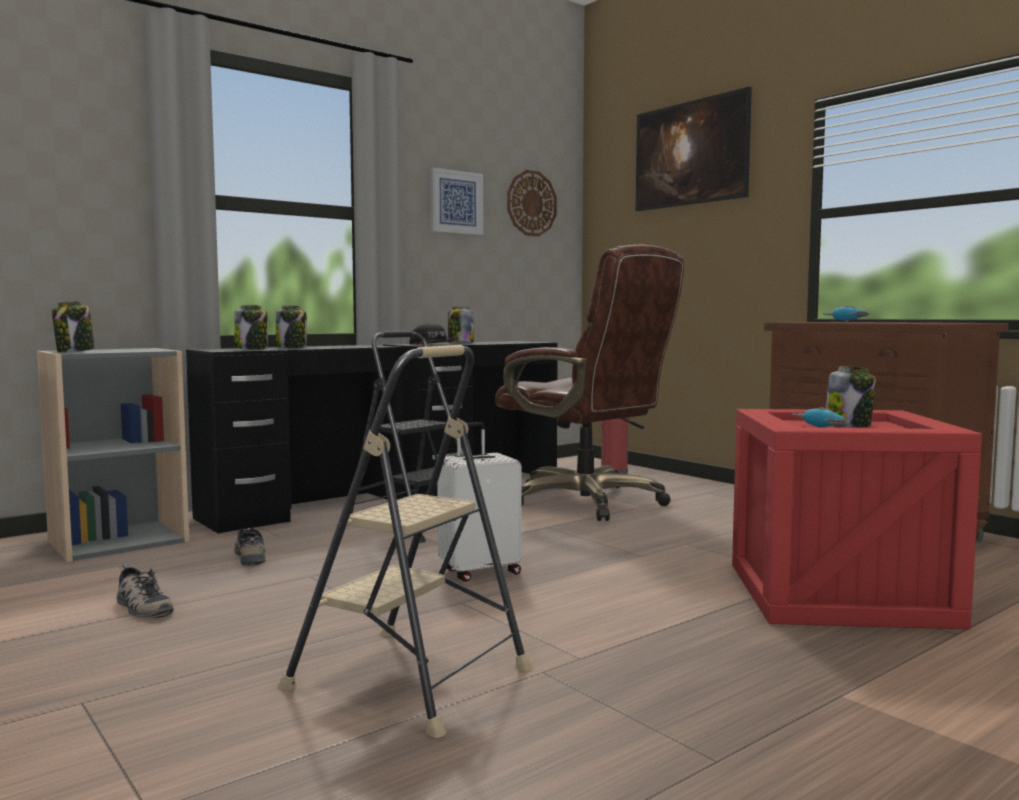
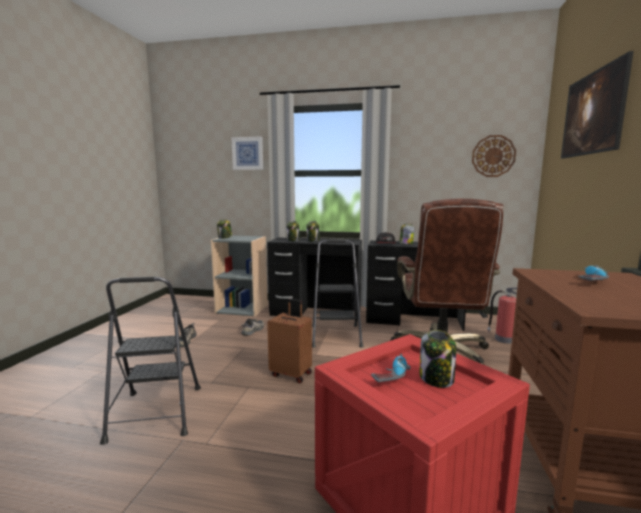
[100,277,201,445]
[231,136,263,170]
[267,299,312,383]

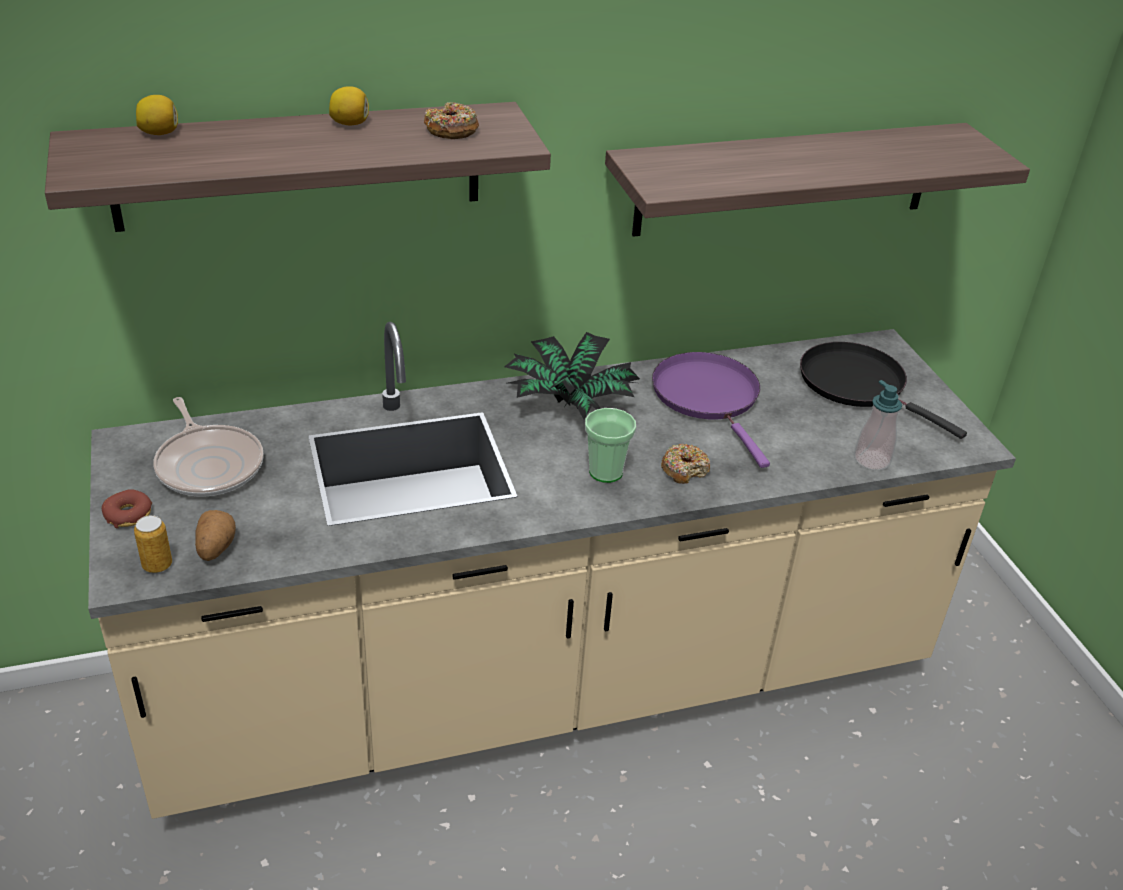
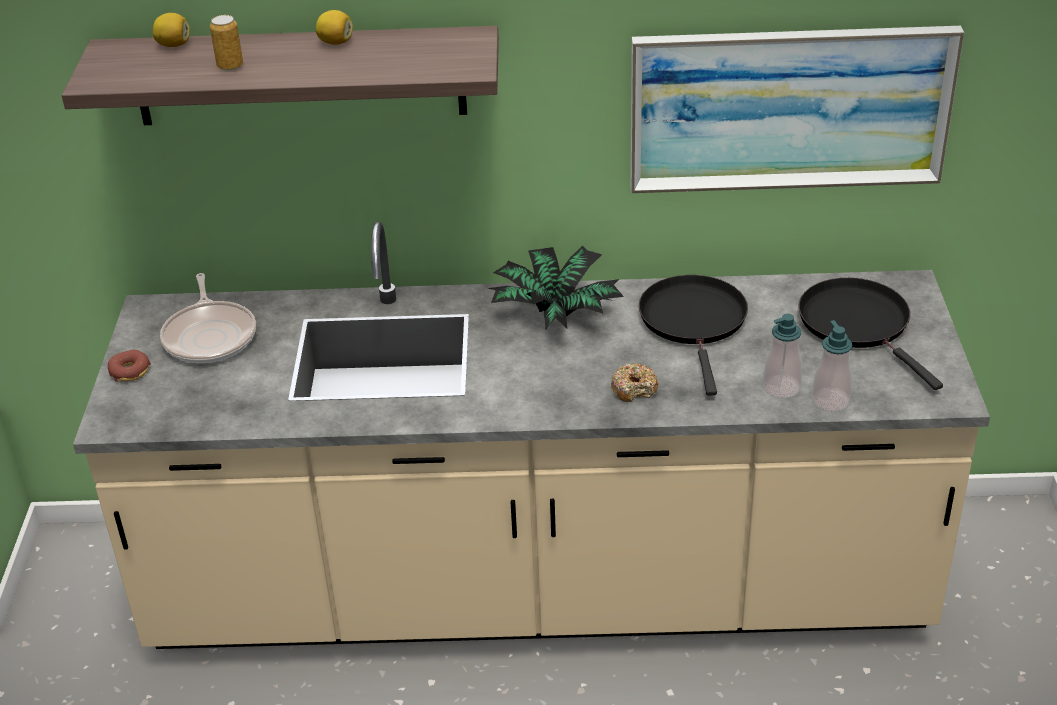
[210,15,243,71]
[630,26,964,193]
[639,275,748,395]
[763,314,802,399]
[195,510,236,561] (first image)
[424,102,479,139] (first image)
[585,408,636,483] (first image)

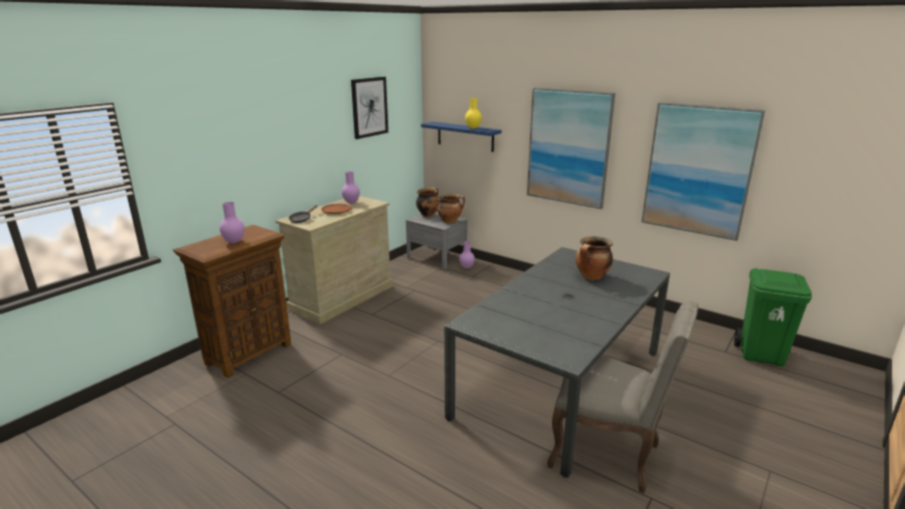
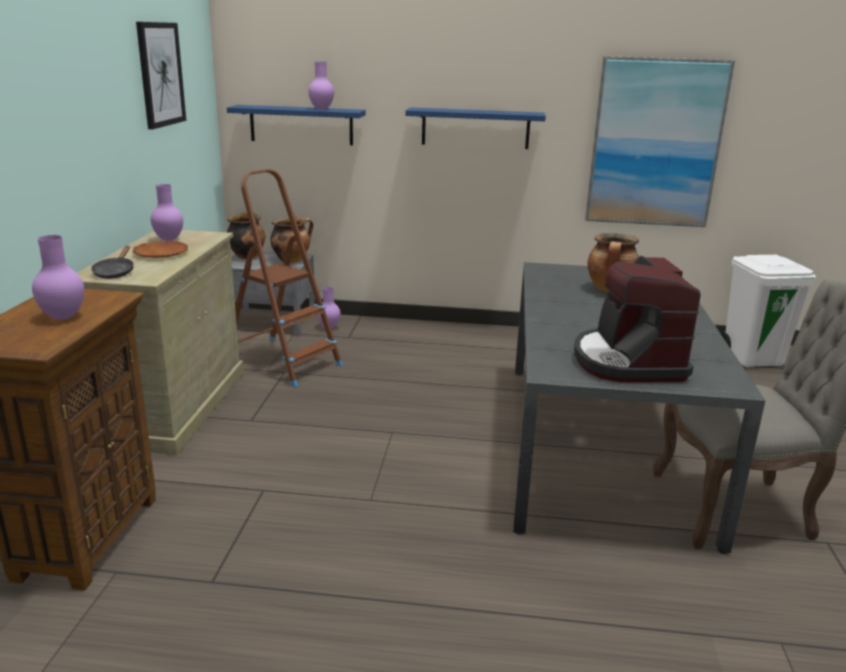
[235,169,343,387]
[308,61,334,110]
[405,107,546,149]
[574,256,701,382]
[720,255,816,367]

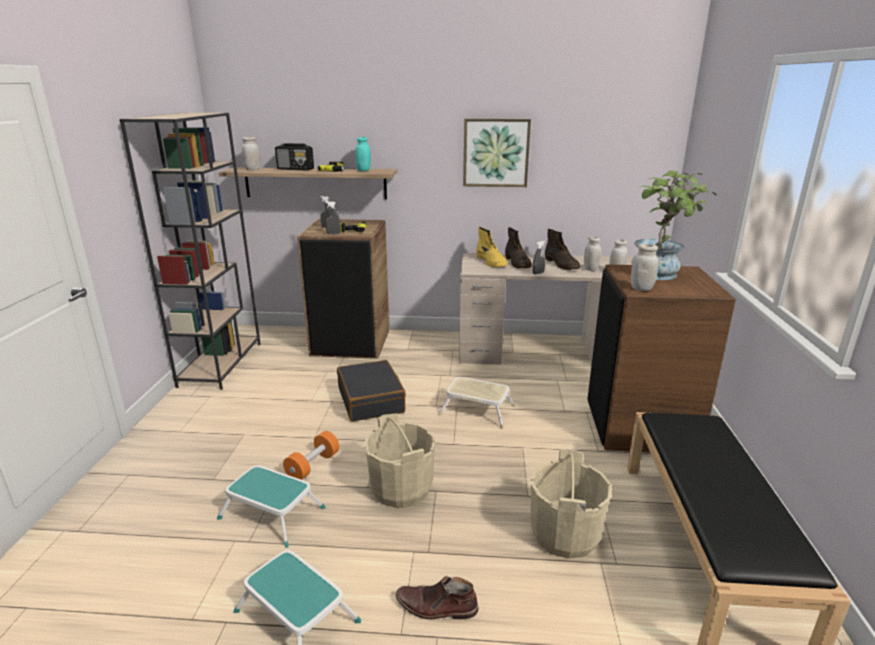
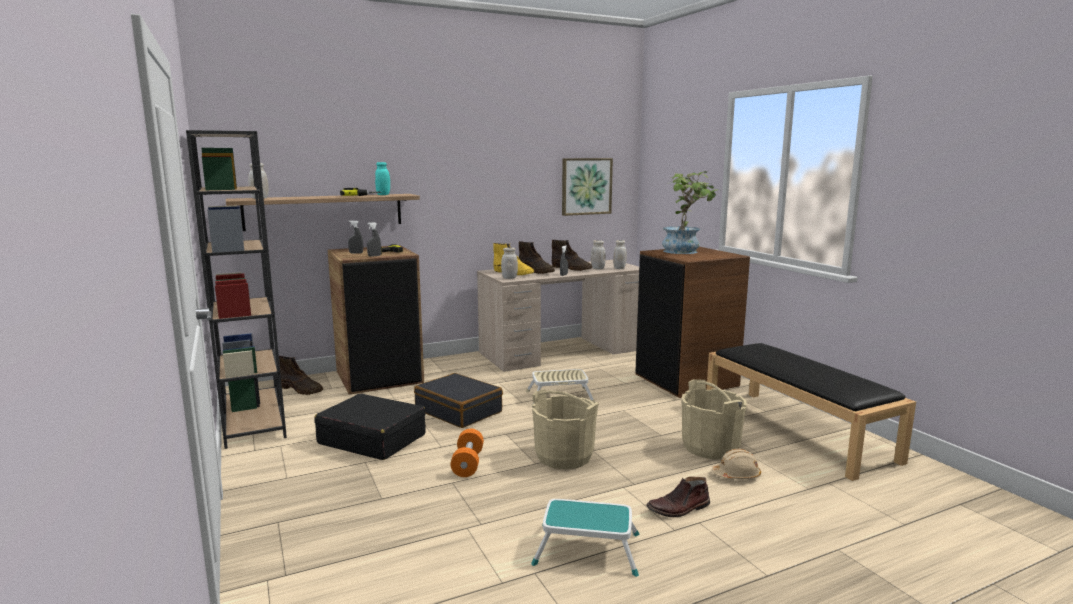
[279,356,323,395]
[314,394,426,460]
[501,247,518,279]
[562,158,613,216]
[712,449,761,479]
[217,465,326,548] (first image)
[275,143,314,171] (first image)

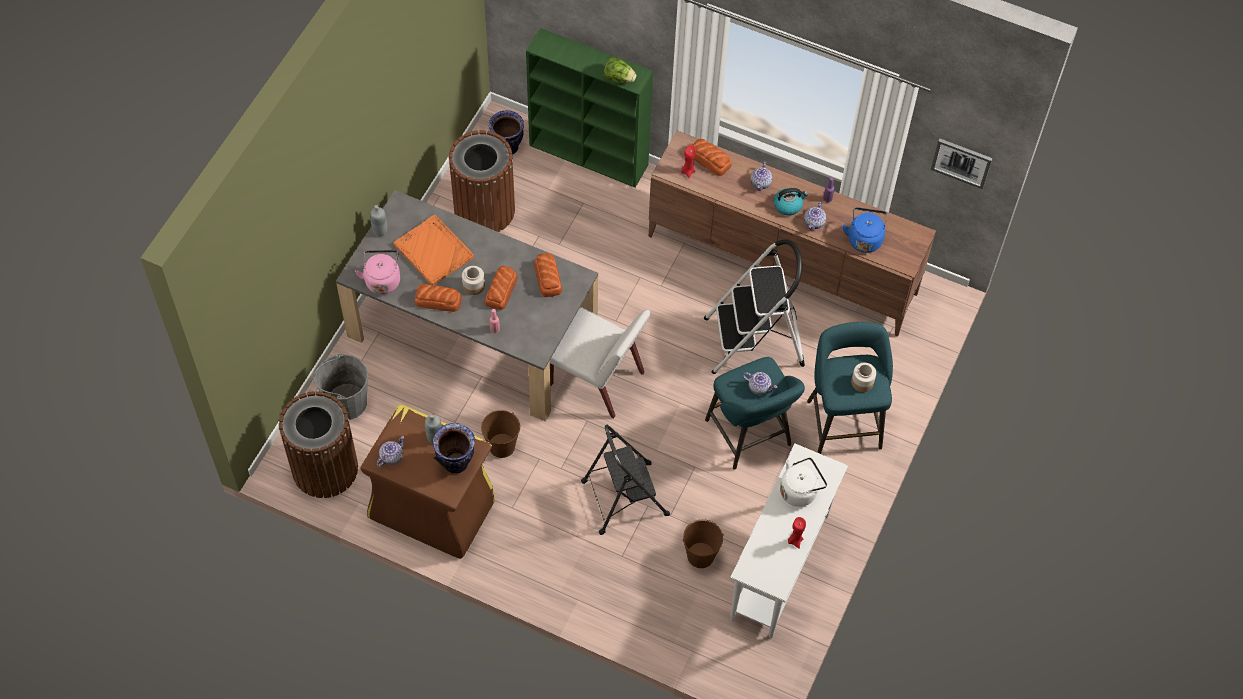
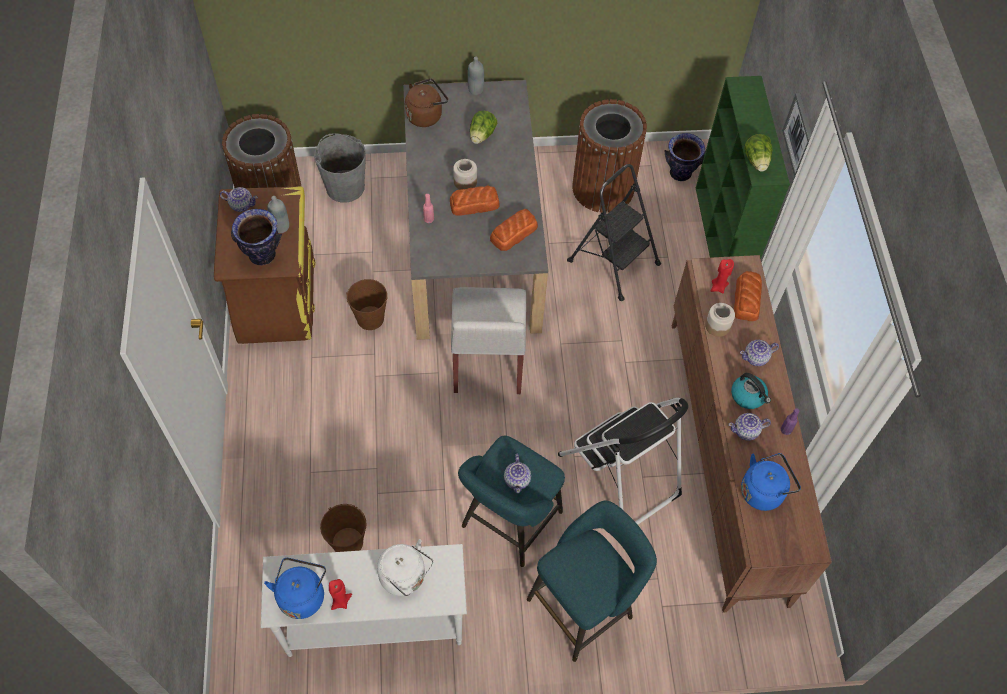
[264,558,326,619]
[405,78,448,127]
[470,111,497,144]
[567,164,661,301]
[705,303,735,337]
[782,93,812,176]
[415,284,462,312] (first image)

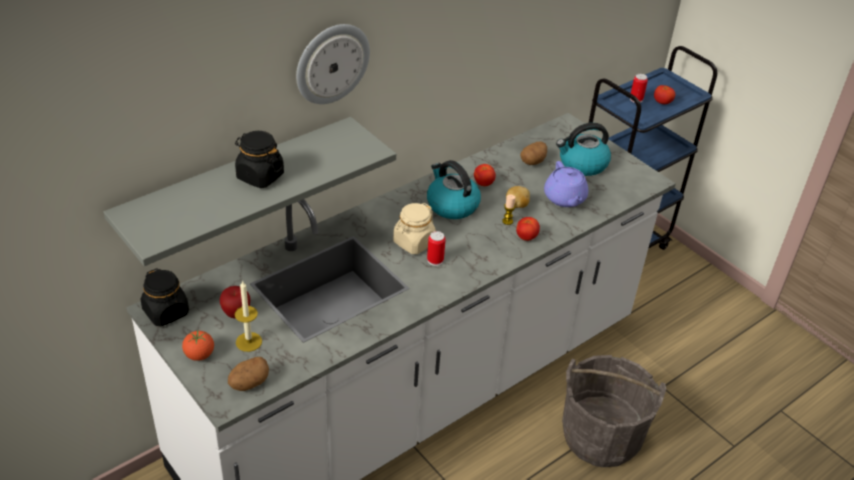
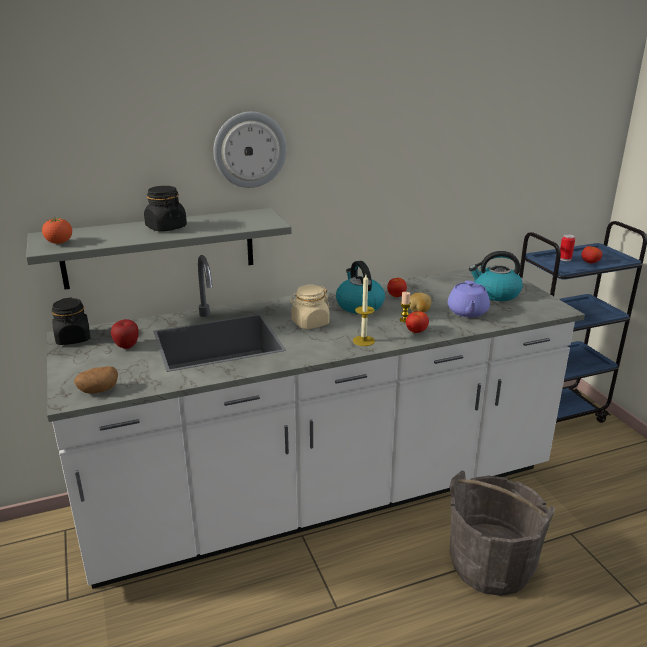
[42,217,72,244]
[353,274,375,346]
[427,231,446,266] (first image)
[520,141,547,165] (first image)

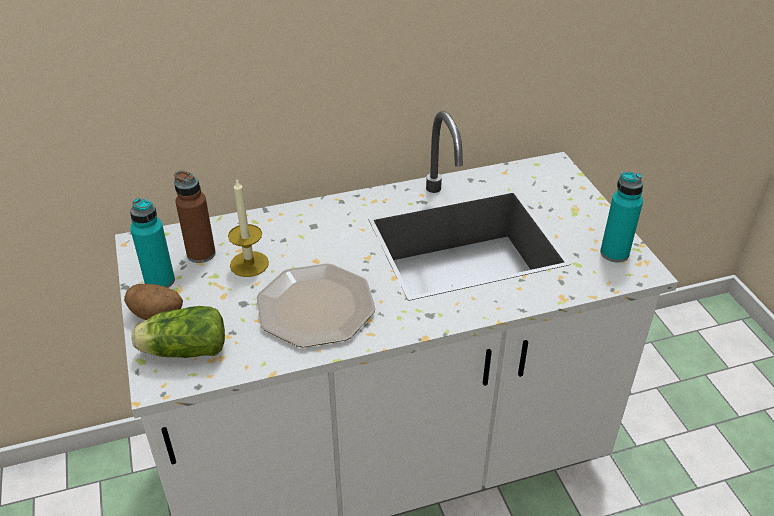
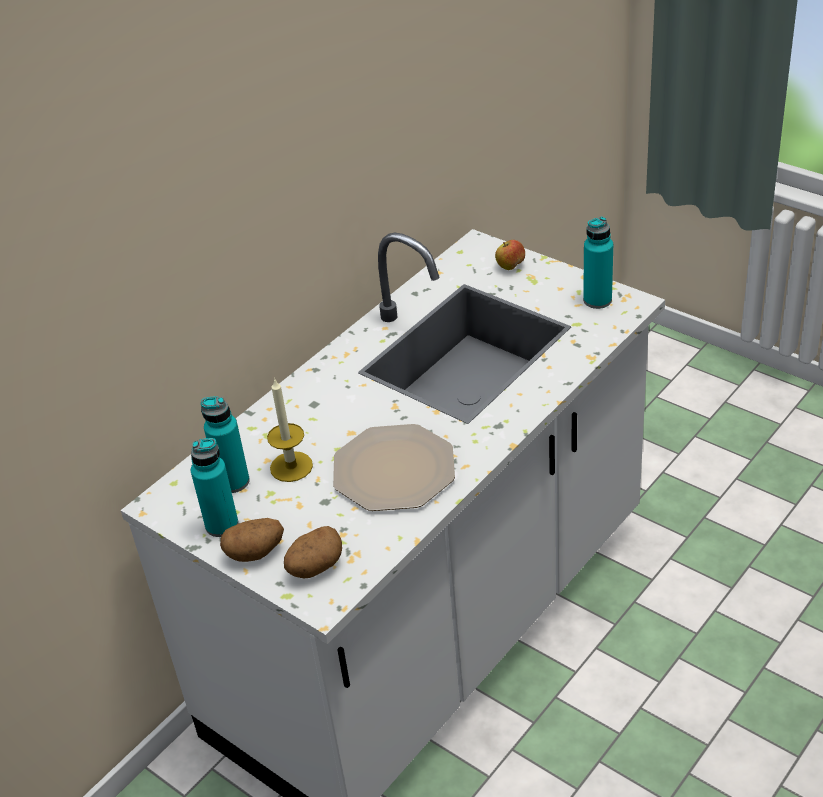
[201,396,250,493]
[284,526,342,579]
[495,240,525,270]

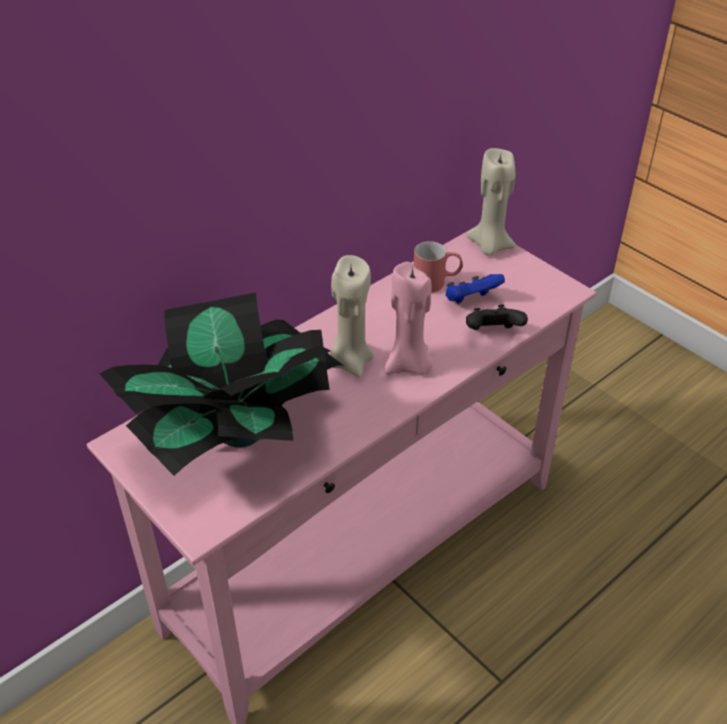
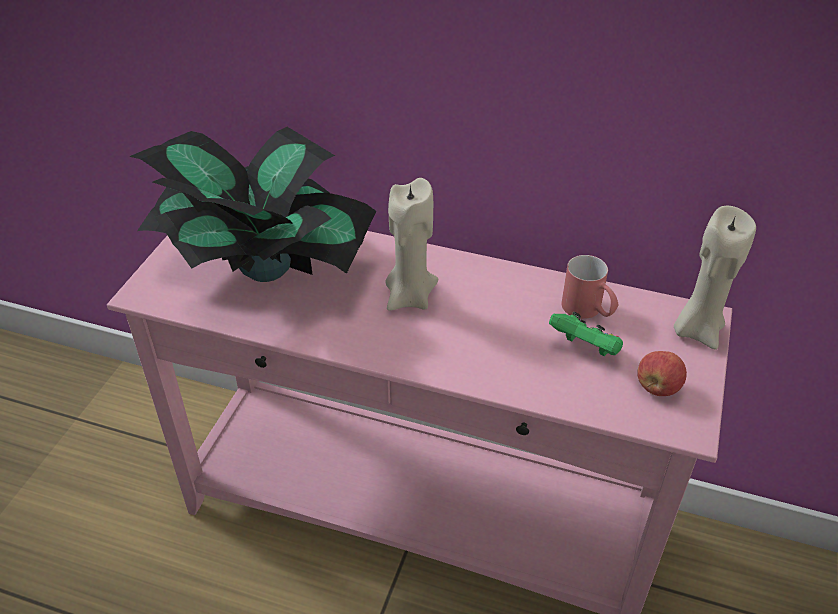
[549,312,623,356]
[637,351,687,396]
[385,262,433,375] (first image)
[466,304,528,330] (first image)

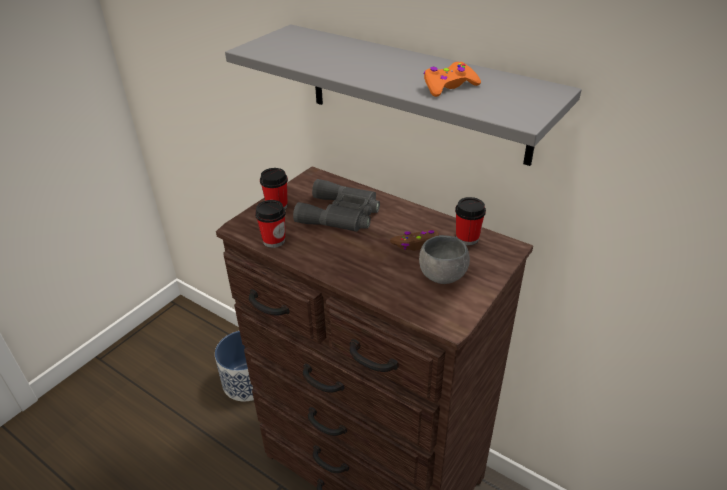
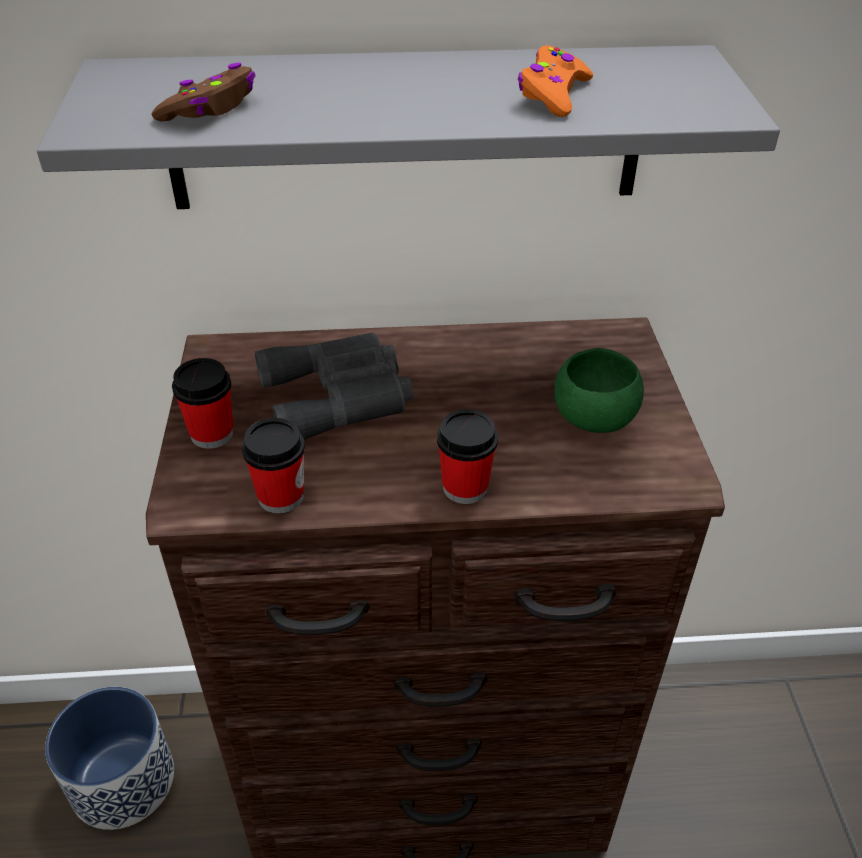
[151,63,256,122]
[437,409,498,504]
[554,348,644,433]

